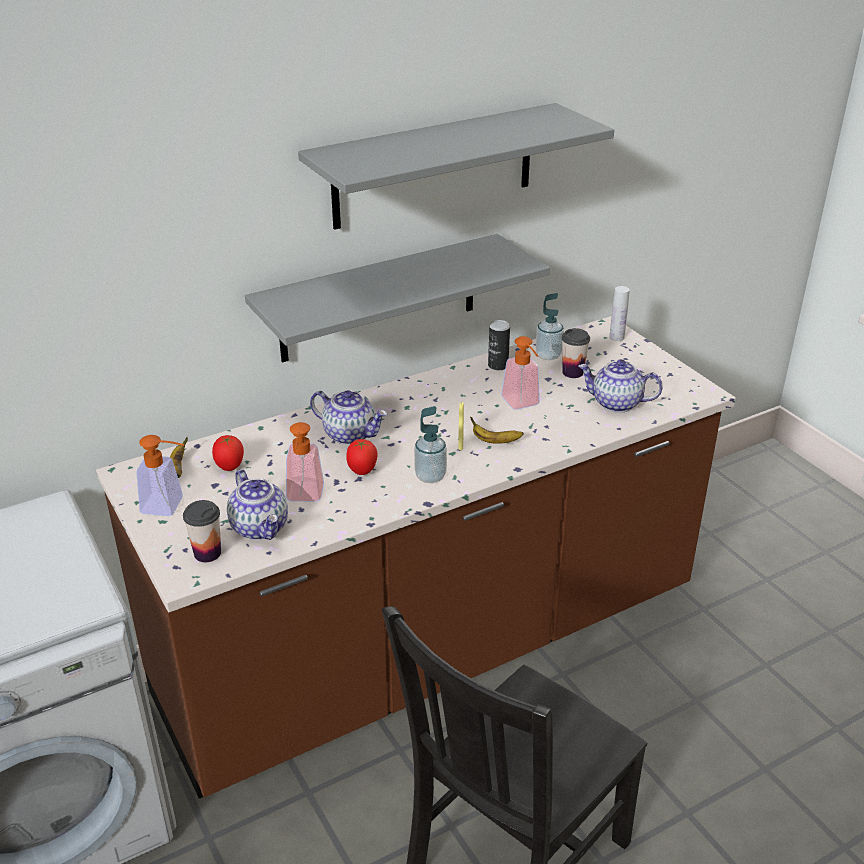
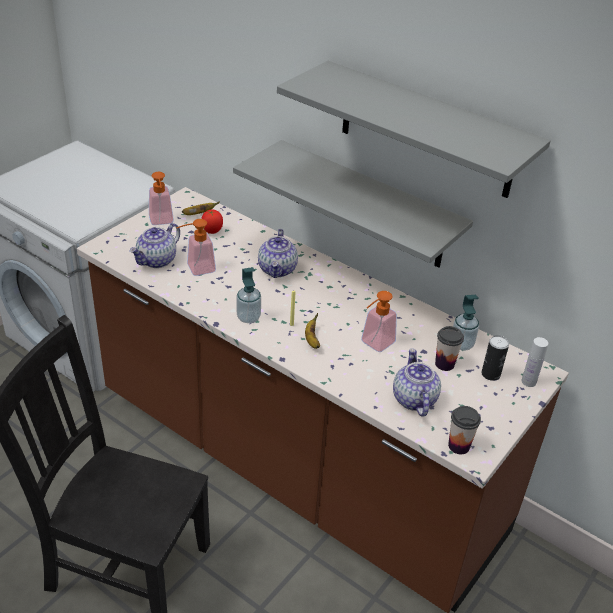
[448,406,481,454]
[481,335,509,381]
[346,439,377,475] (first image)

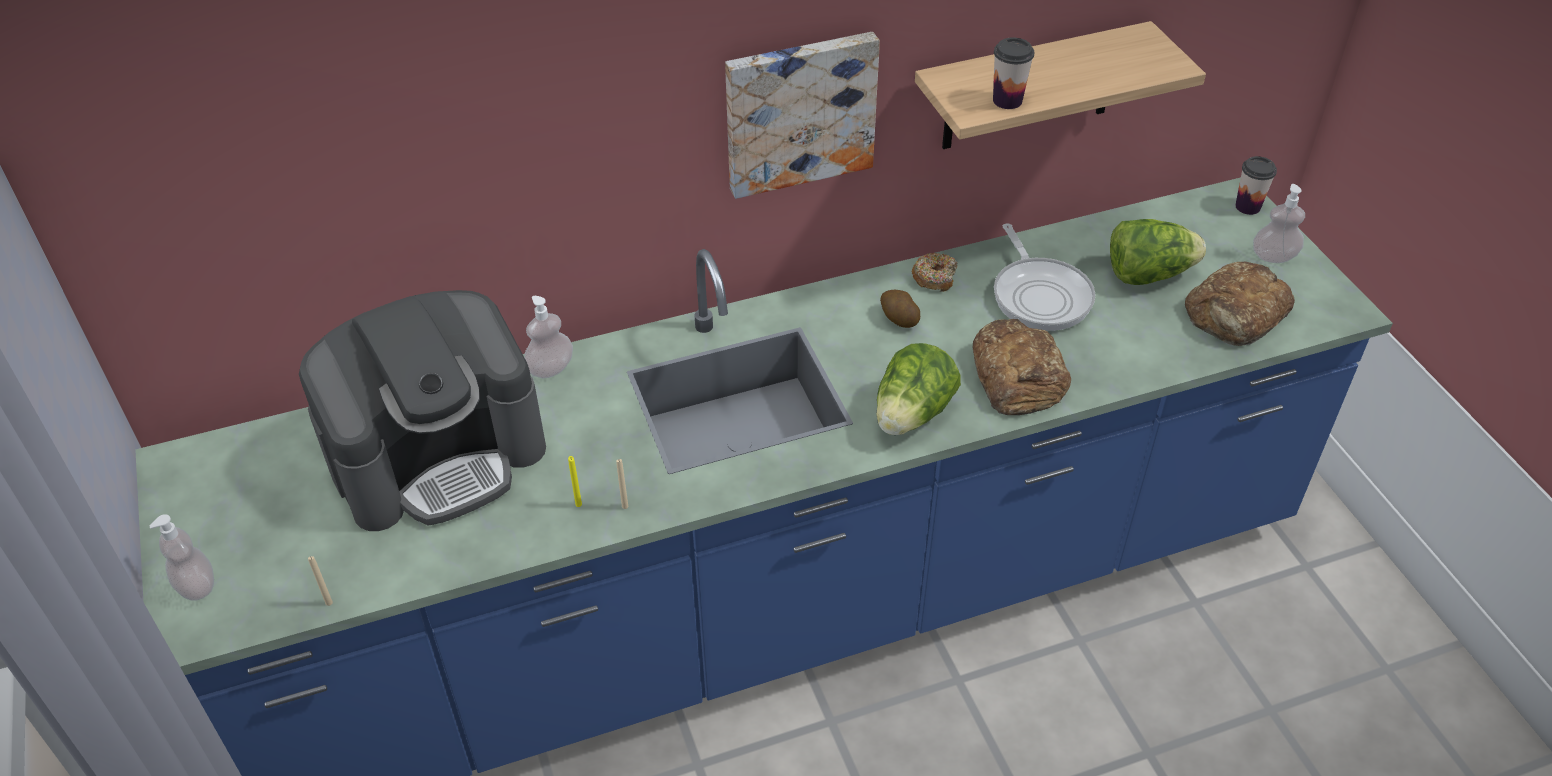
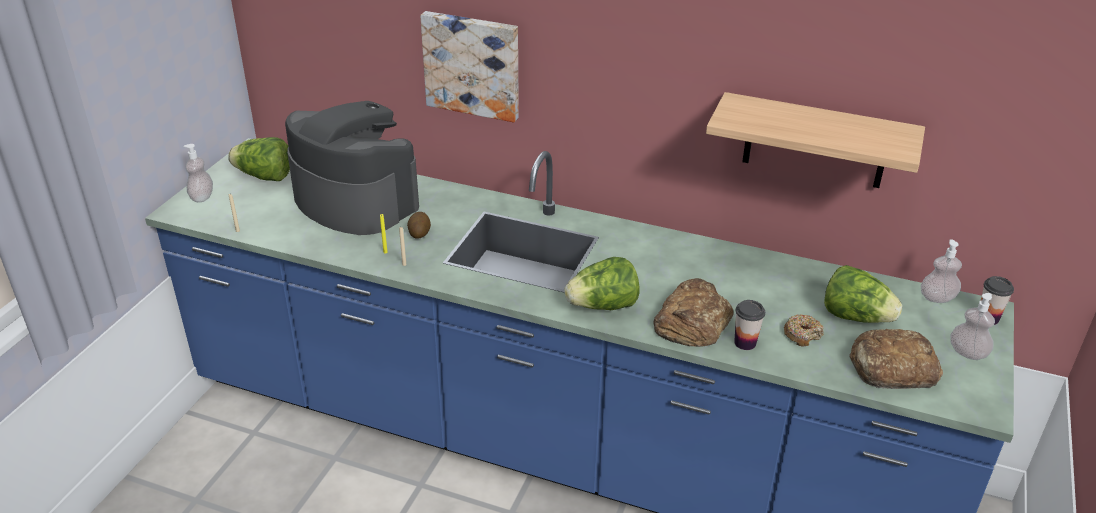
[228,137,290,181]
[285,101,419,235]
[407,212,431,239]
[420,11,519,122]
[734,300,765,350]
[784,314,824,346]
[921,240,962,303]
[994,223,1095,331] (first image)

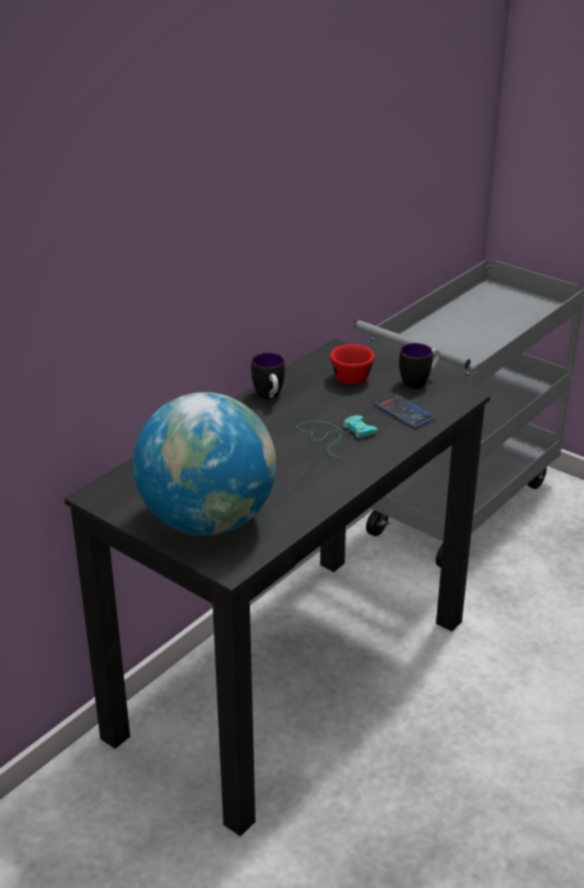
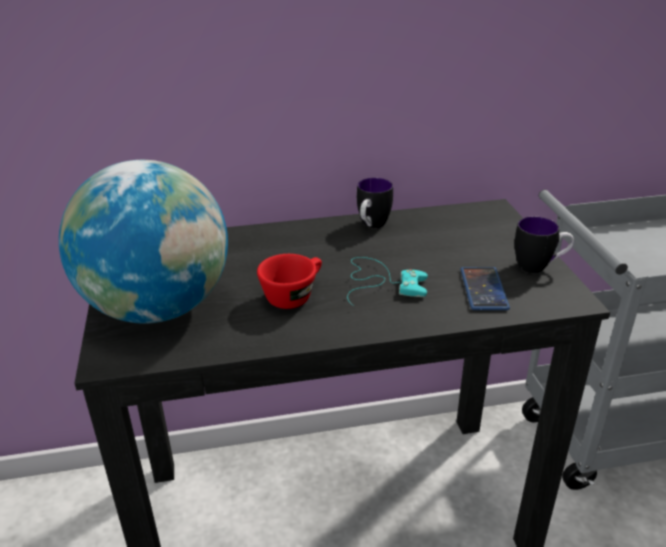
[257,254,322,309]

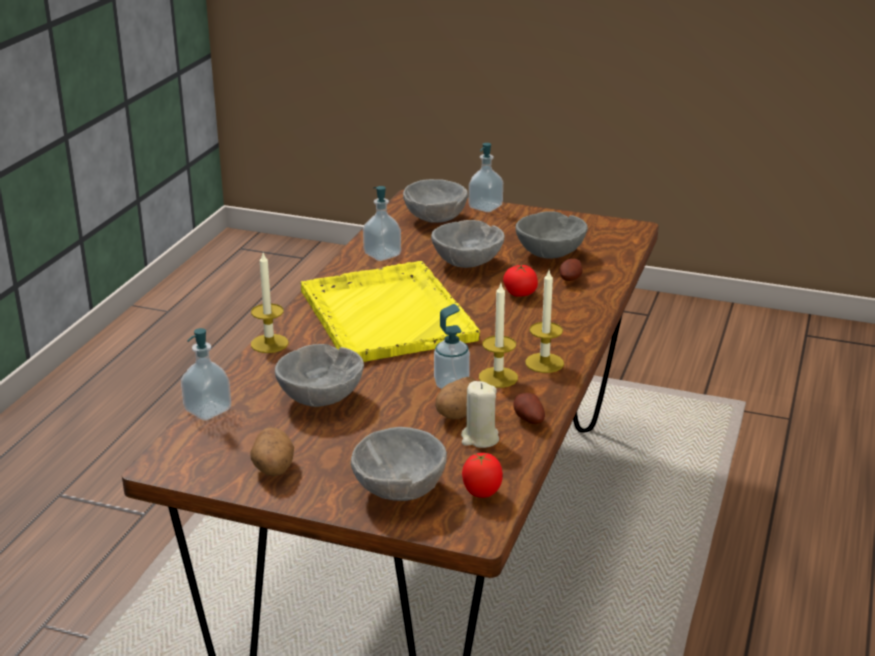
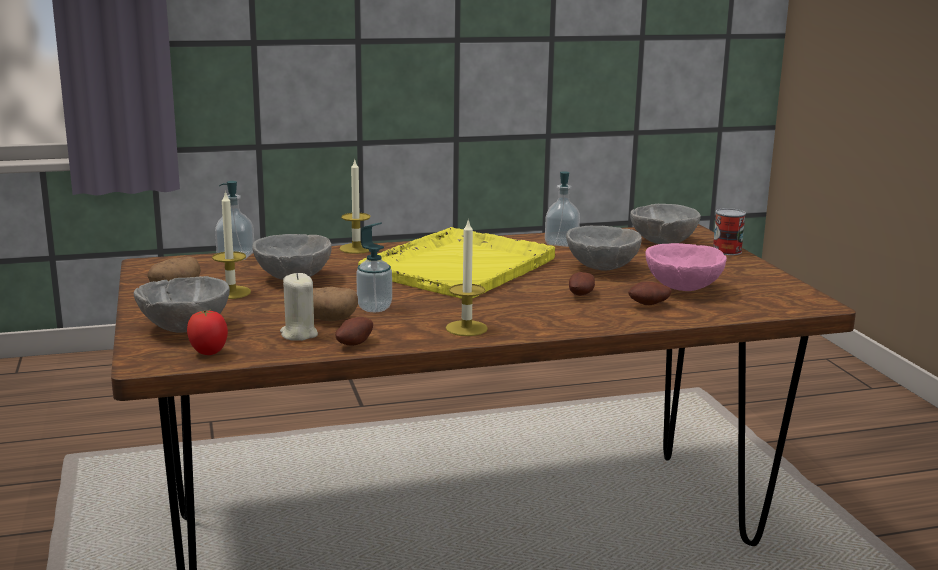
[212,191,251,299]
[569,272,595,296]
[645,243,727,291]
[713,208,746,255]

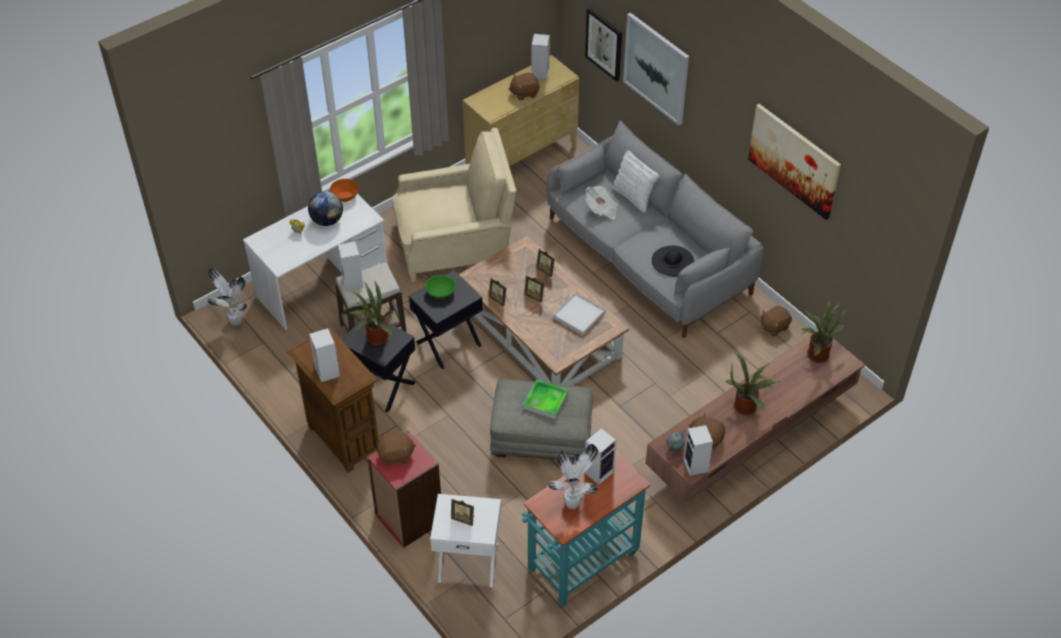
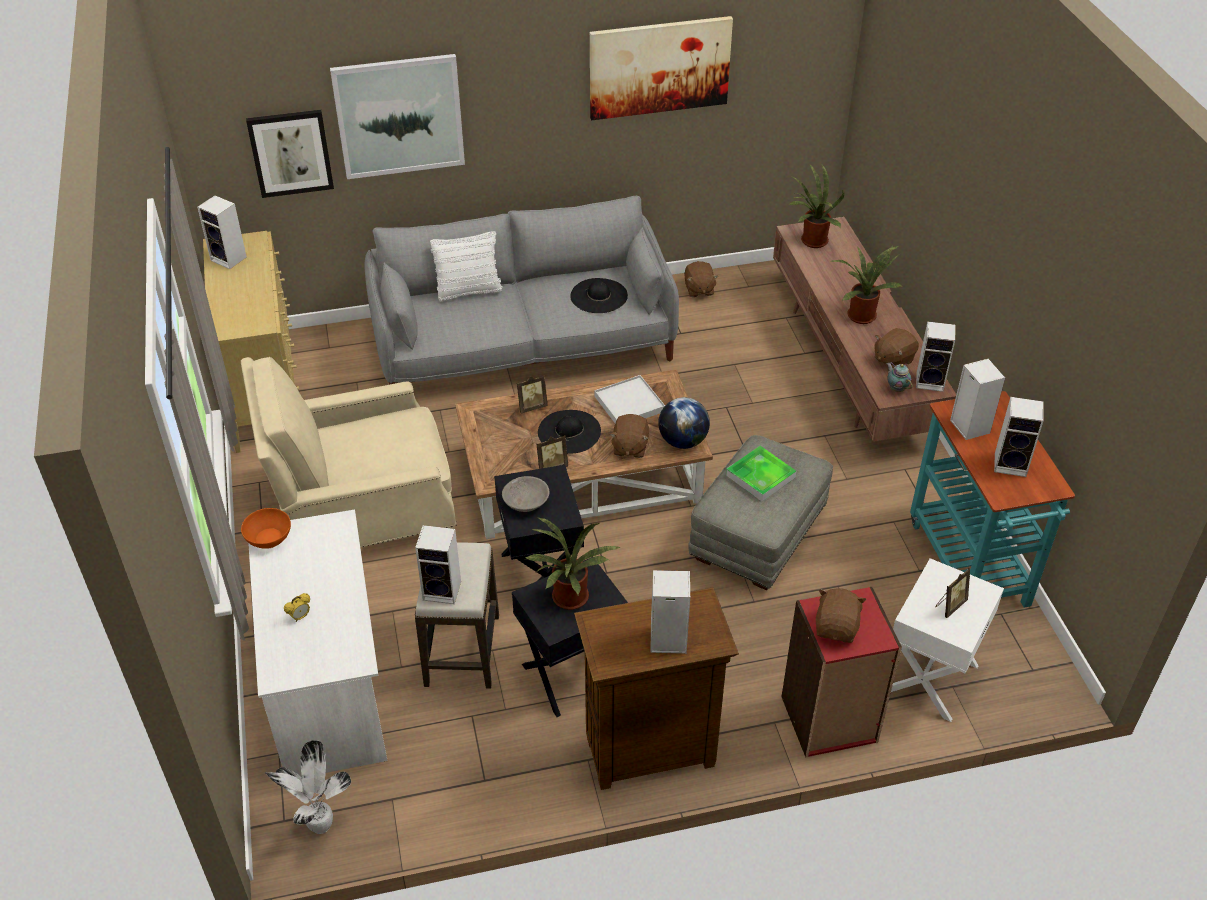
[241,357,457,548]
[502,476,549,512]
[538,410,601,453]
[610,414,649,458]
[658,397,710,449]
[994,397,1044,477]
[585,186,618,219] (first image)

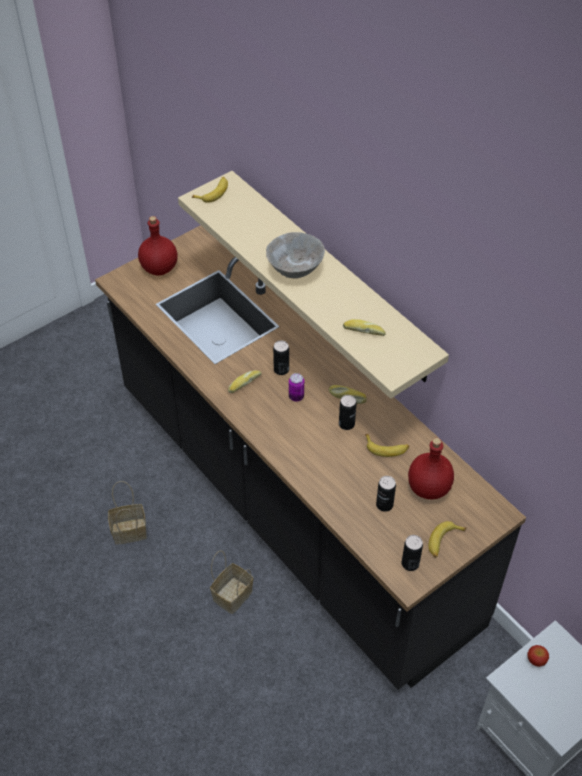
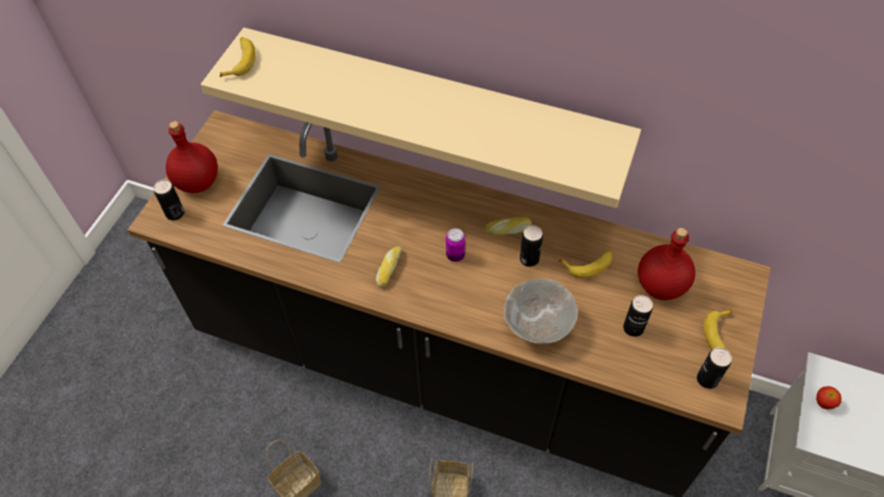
[153,180,184,220]
[504,278,578,344]
[343,319,386,336] (first image)

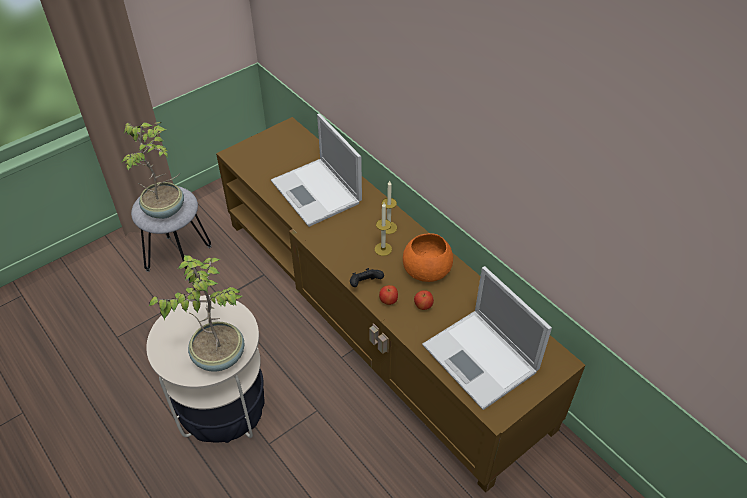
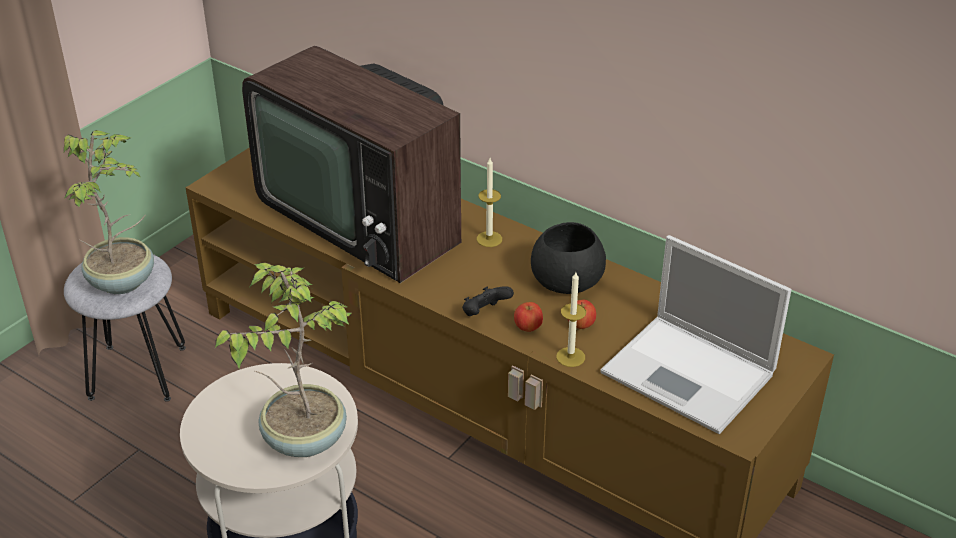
[242,46,461,283]
[531,222,606,294]
[556,272,586,367]

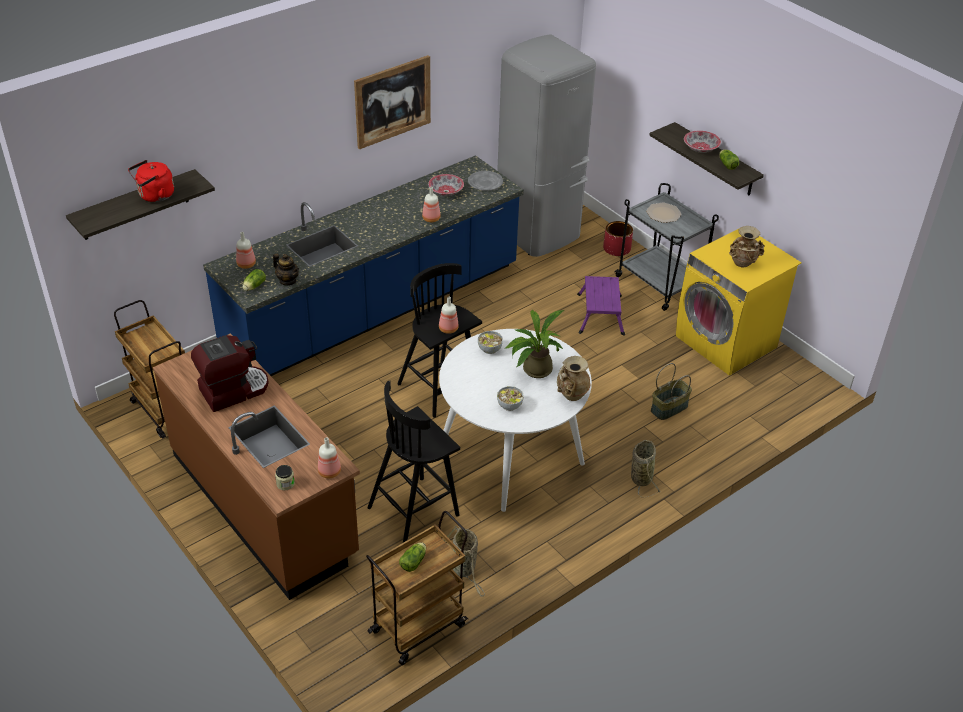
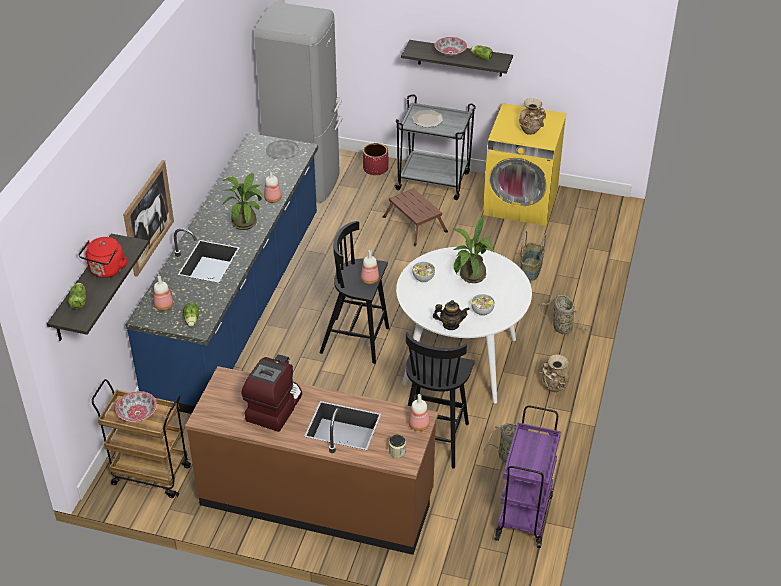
[68,283,86,309]
[115,391,157,422]
[123,160,174,277]
[222,173,263,230]
[382,188,448,247]
[433,300,470,330]
[494,406,561,548]
[539,354,570,392]

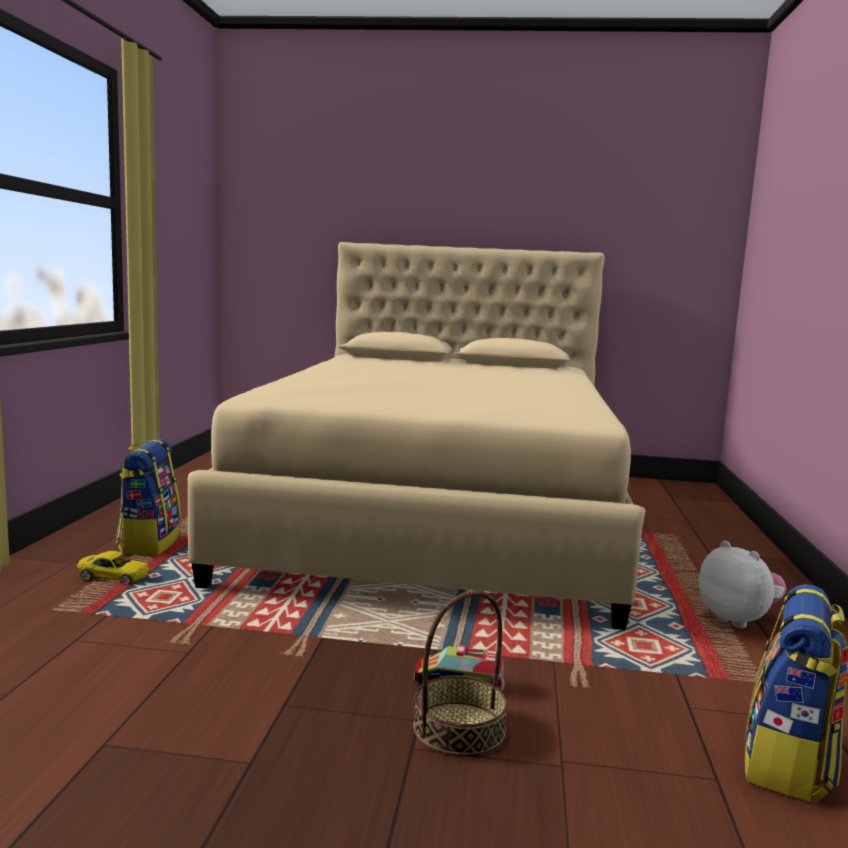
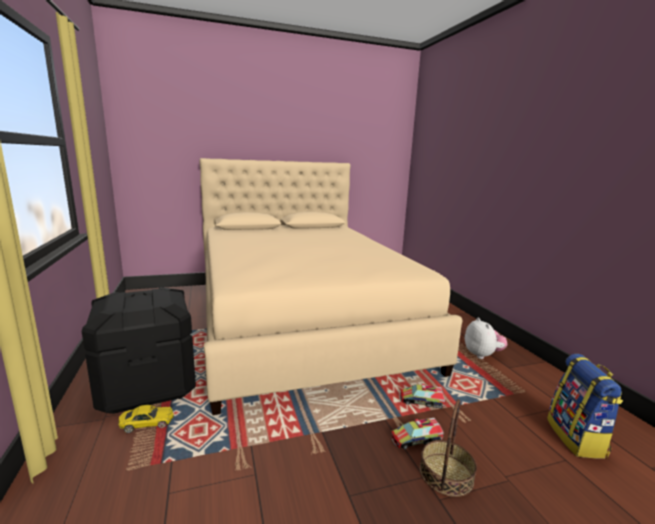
[82,287,196,414]
[400,384,445,409]
[465,317,507,359]

